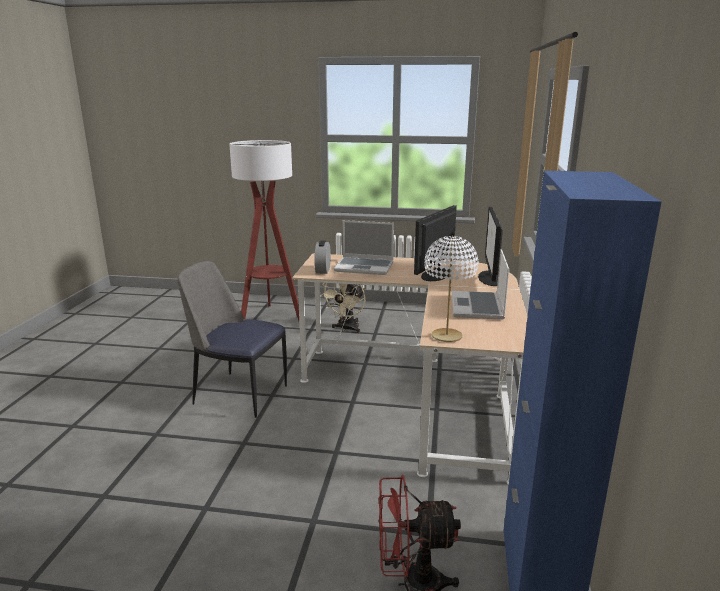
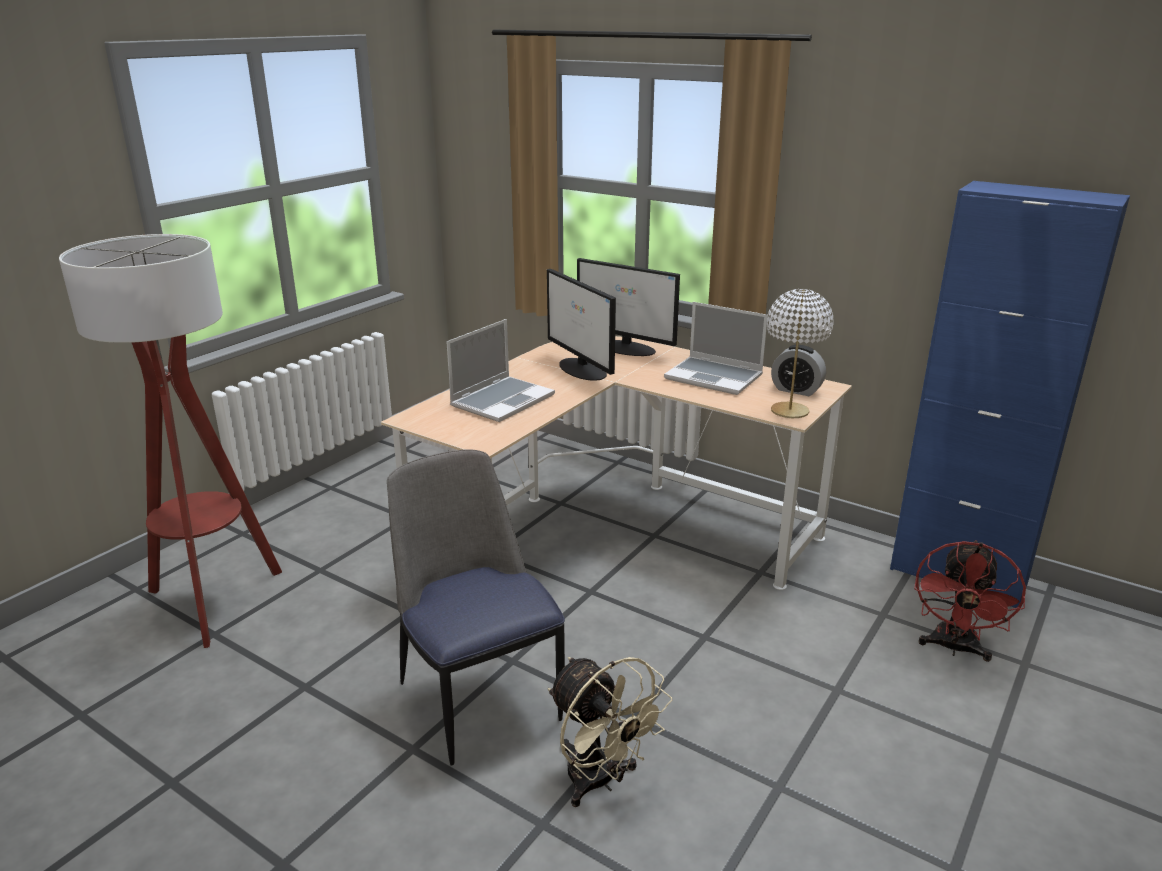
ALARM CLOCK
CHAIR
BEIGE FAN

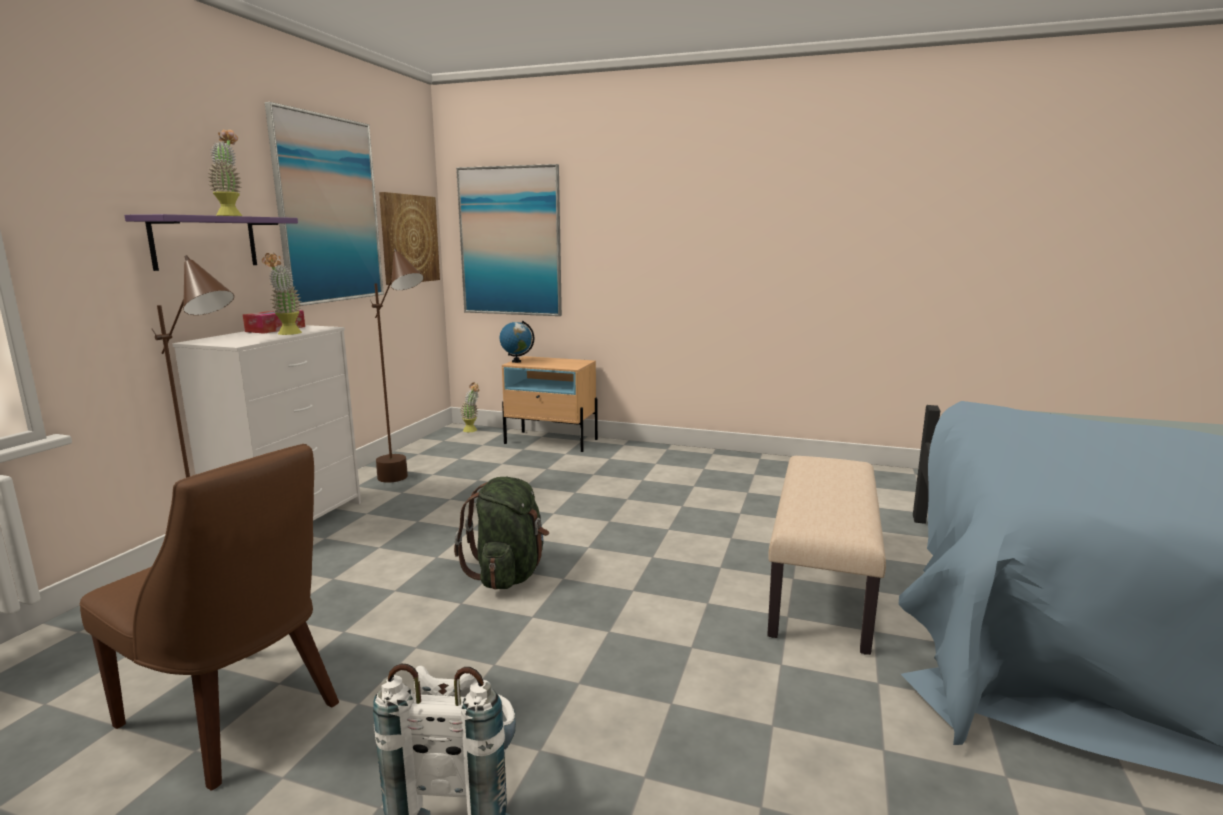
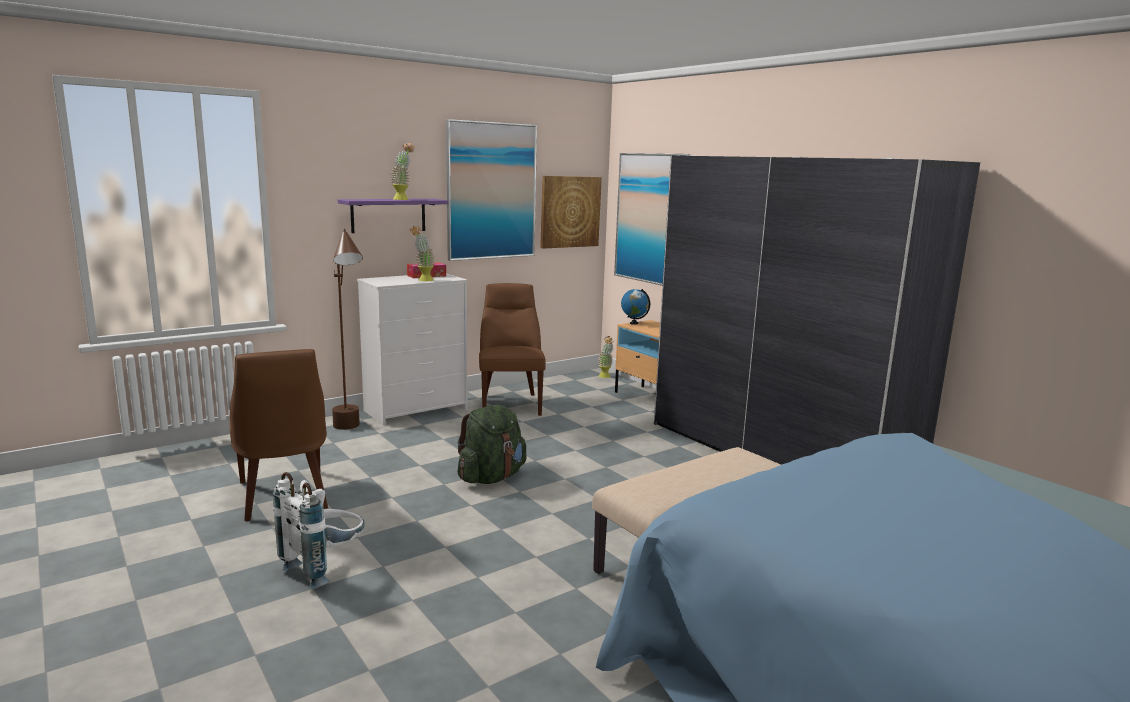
BROWN CHAIR (2nd from left)
GREY WARDROBE

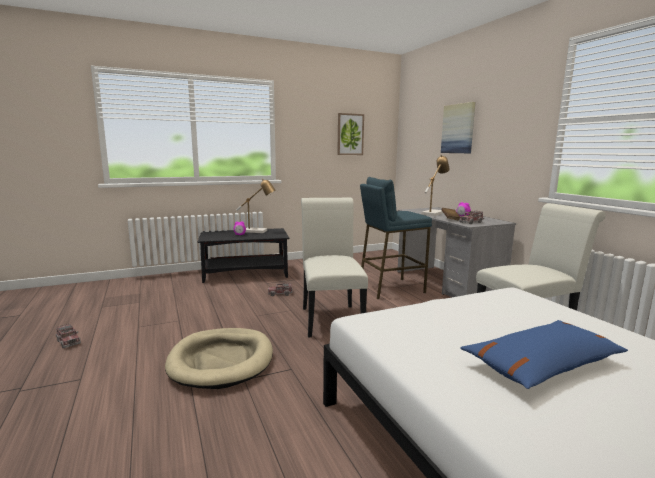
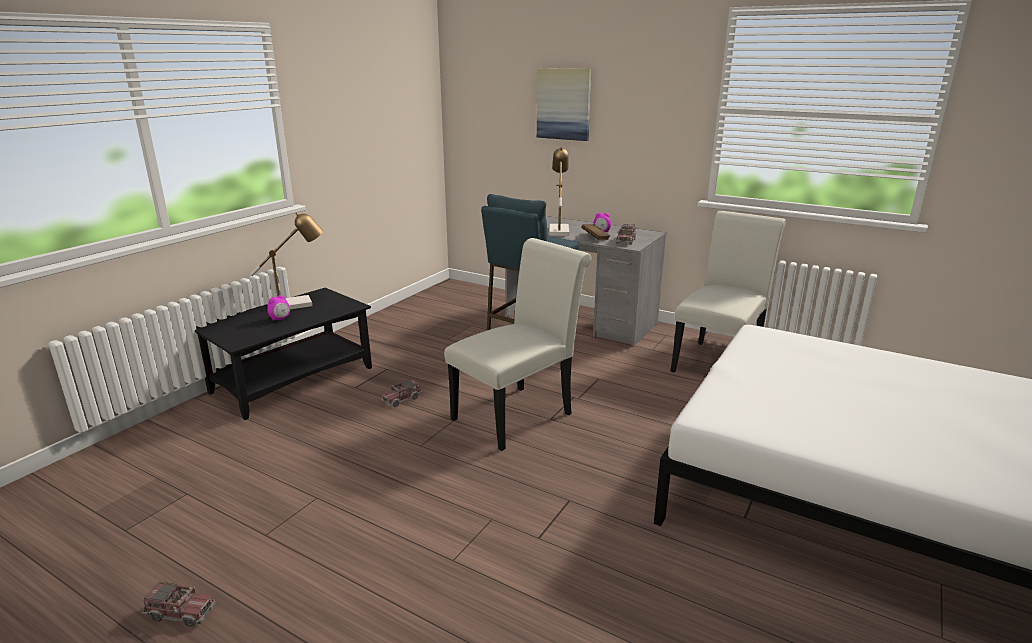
PICTURE (1st from left in the first image)
WHITE CHAIR (1st from left)
BLUE PILLOW
BEIGE DOG BED

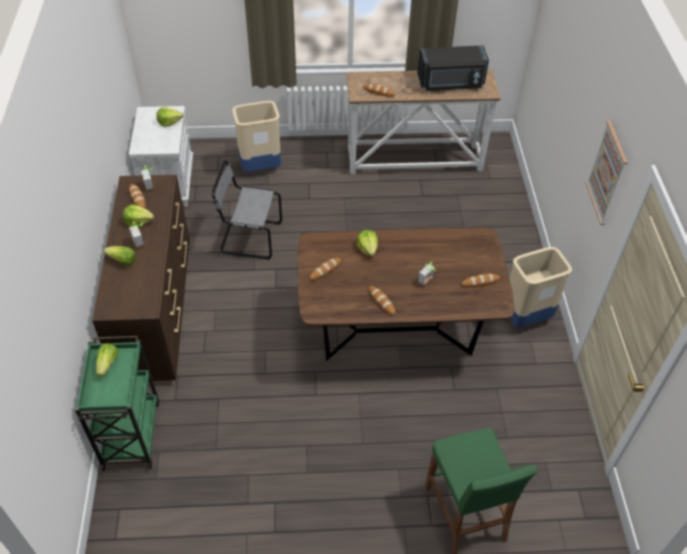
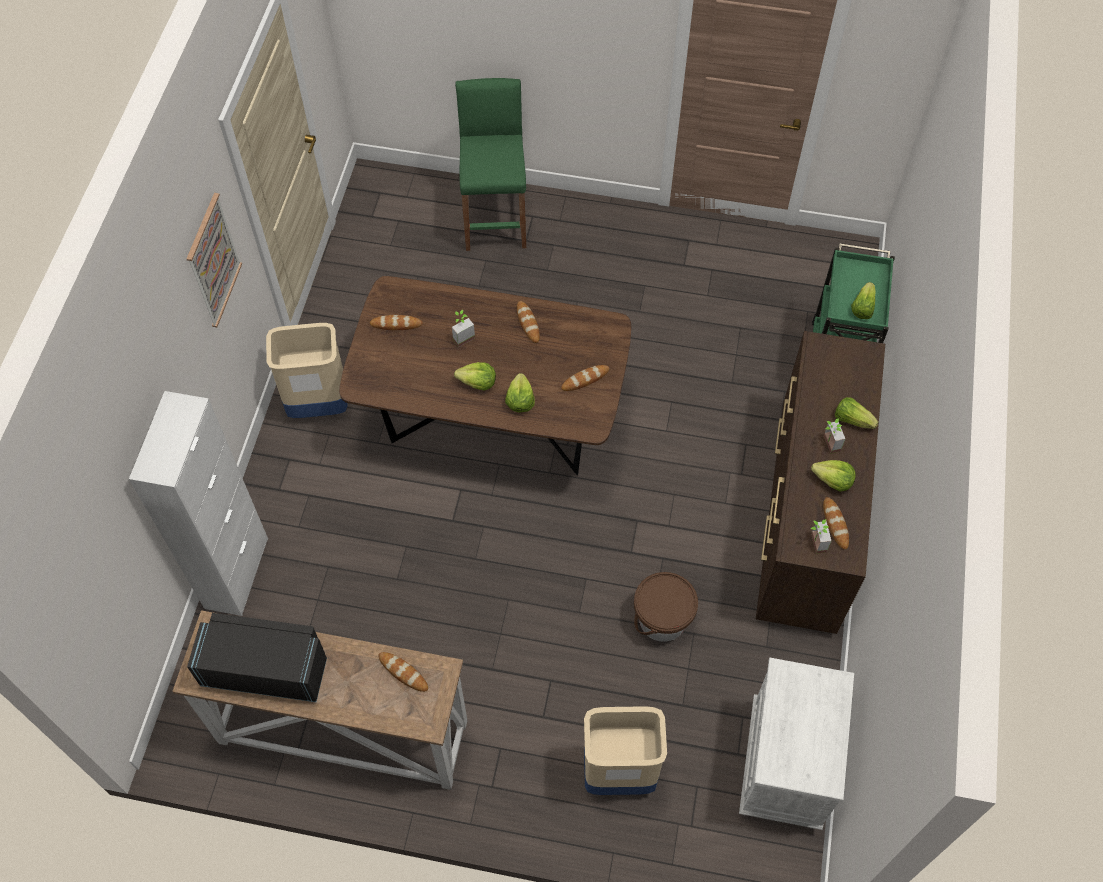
LETTUCE (1st from left)
BROWN BUCKET
WHITE CABINET

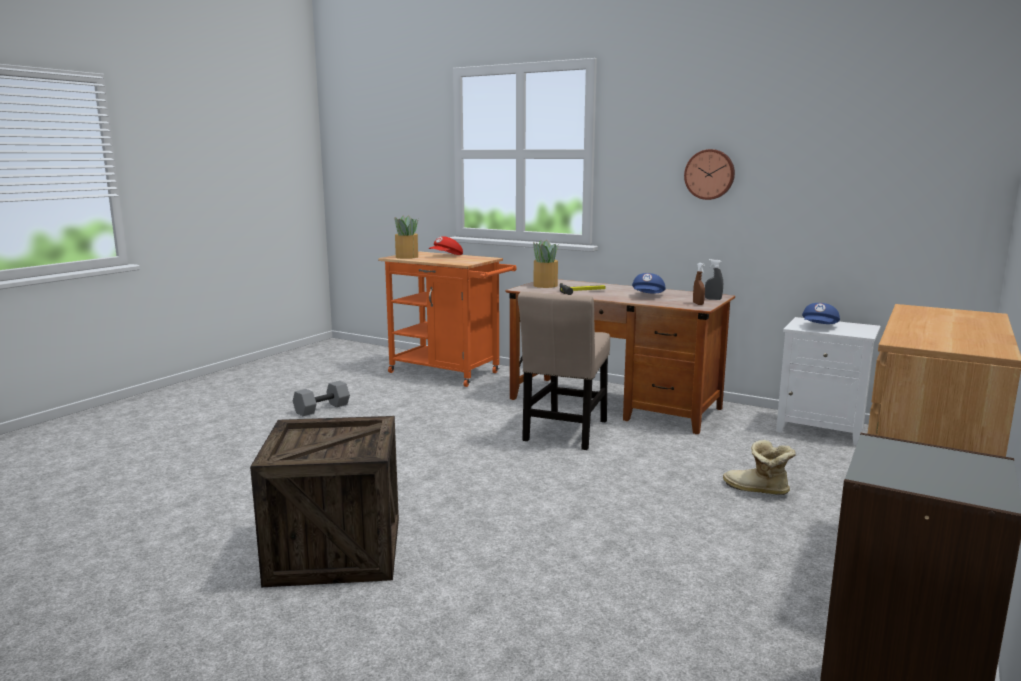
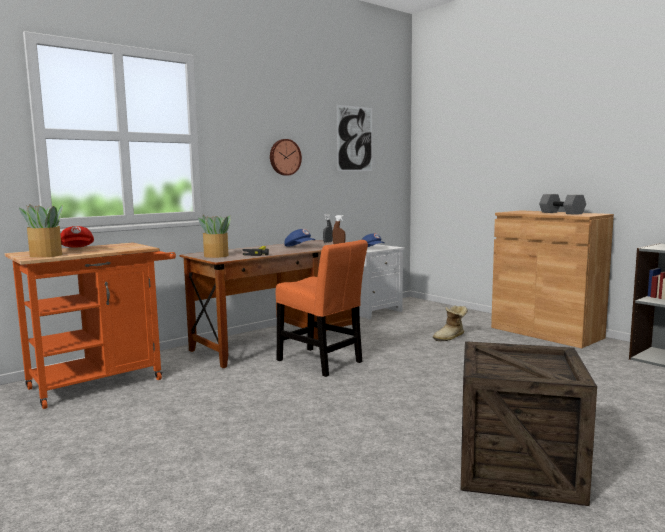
ORANGE CHAIR
GREY DUMBBELL
PICTURE

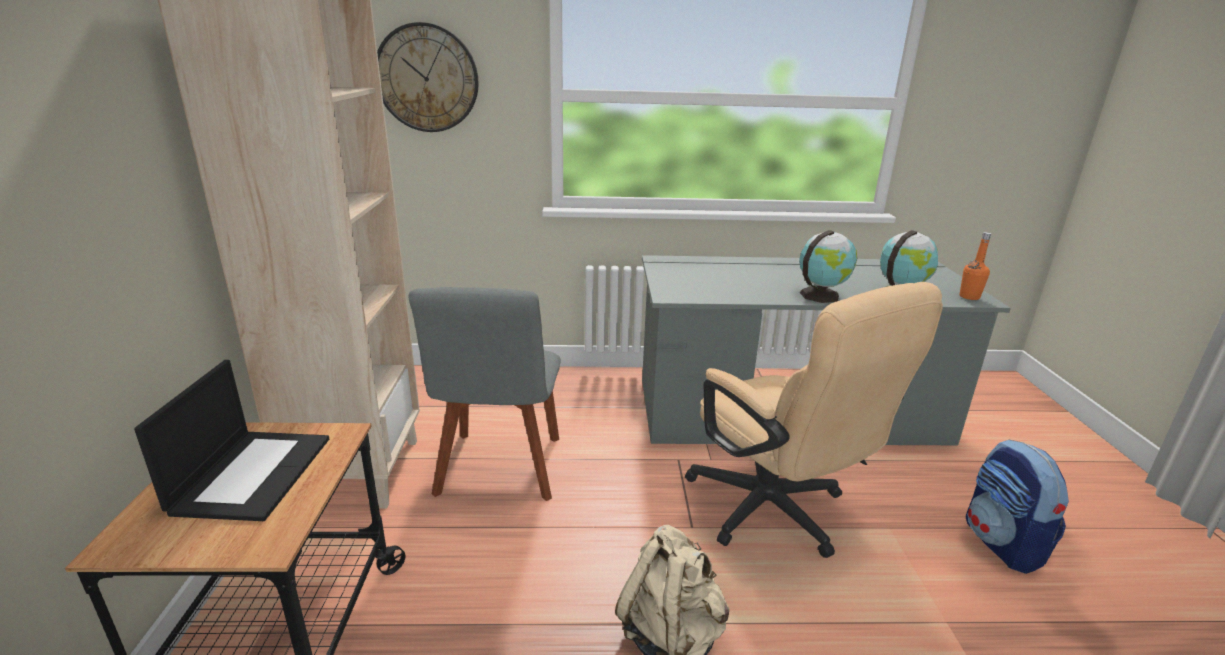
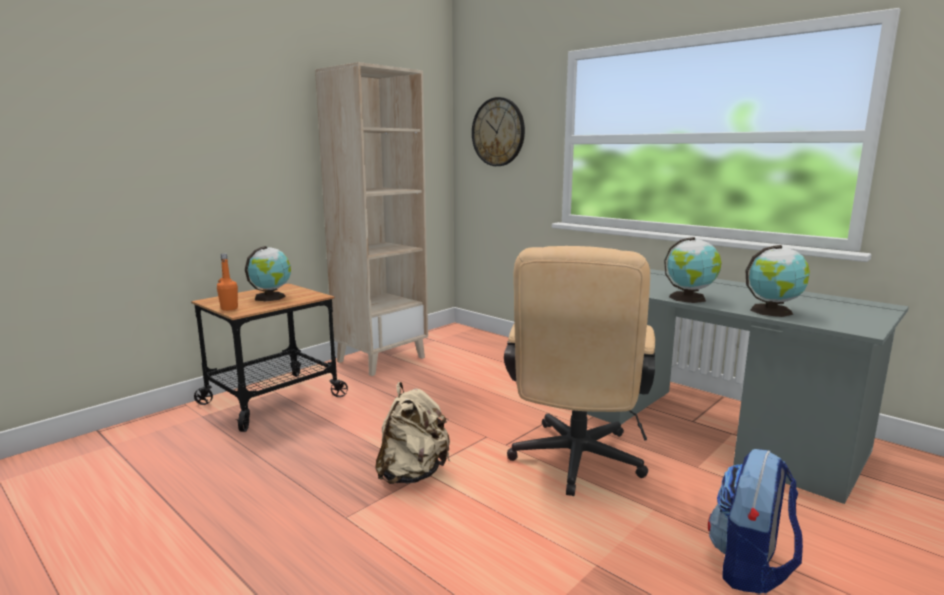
ORANGE BOTTLE
GREY CHAIR
GLOBE (1st from left)

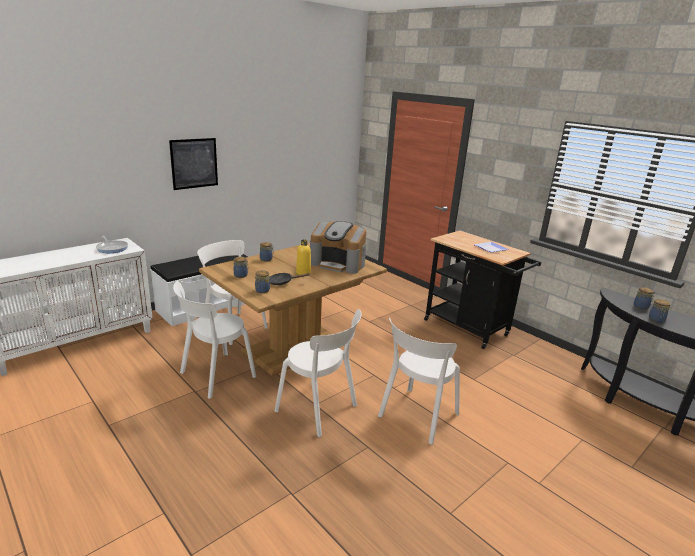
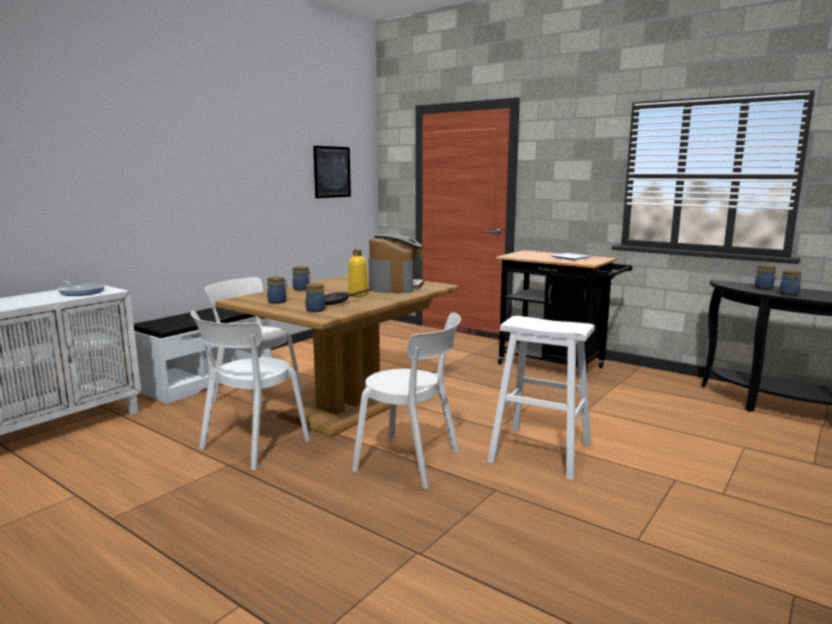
PICTURE
COFFEE MACHINE
WHITE STOOL

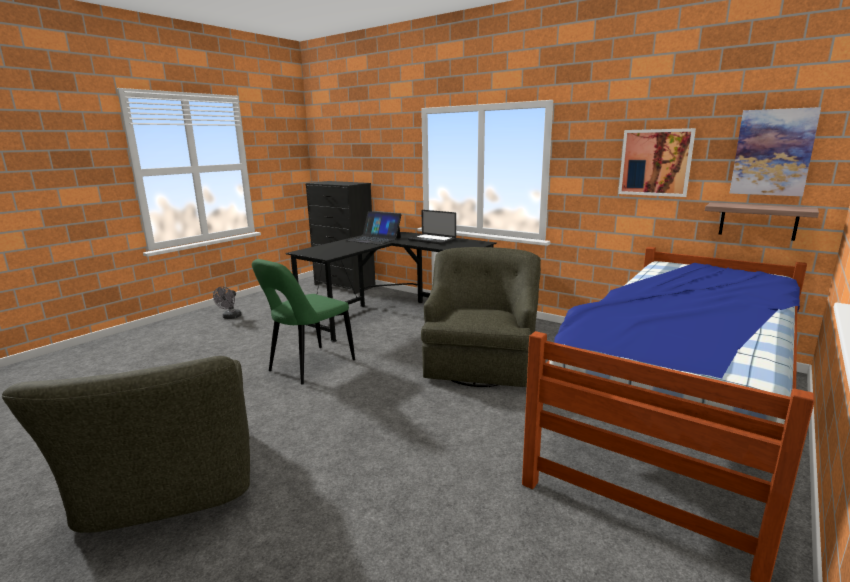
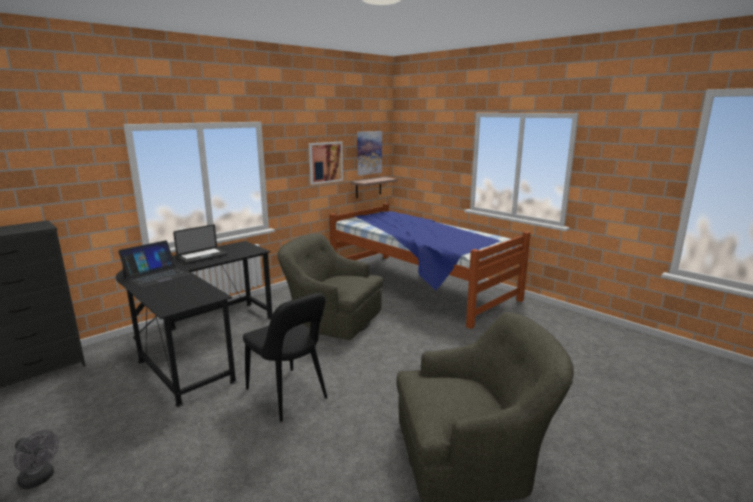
BLACK CHAIR

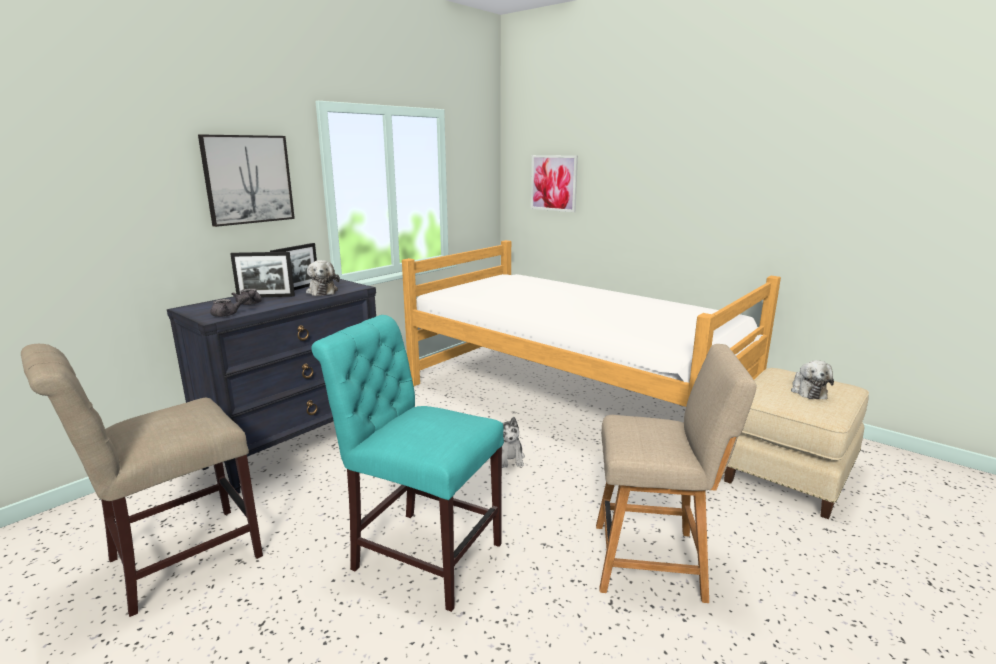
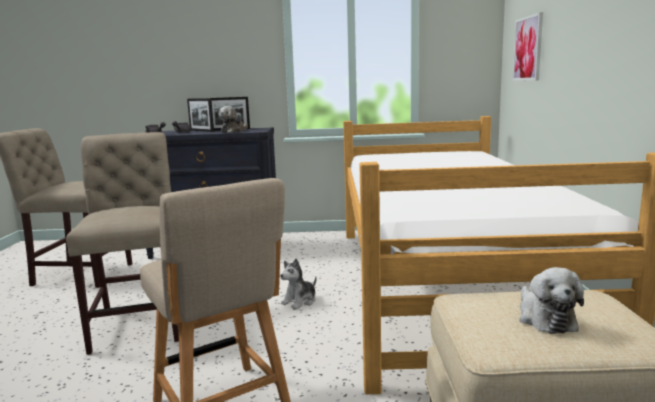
PICTURE (1st from left in the first image)
BEIGE CHAIR (2nd from left)
PLUSH TOY (3rd from left)

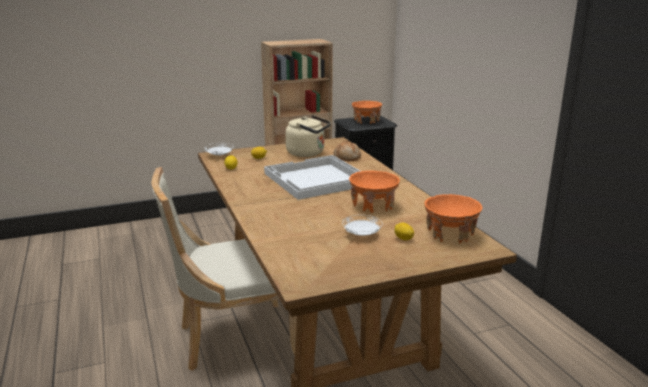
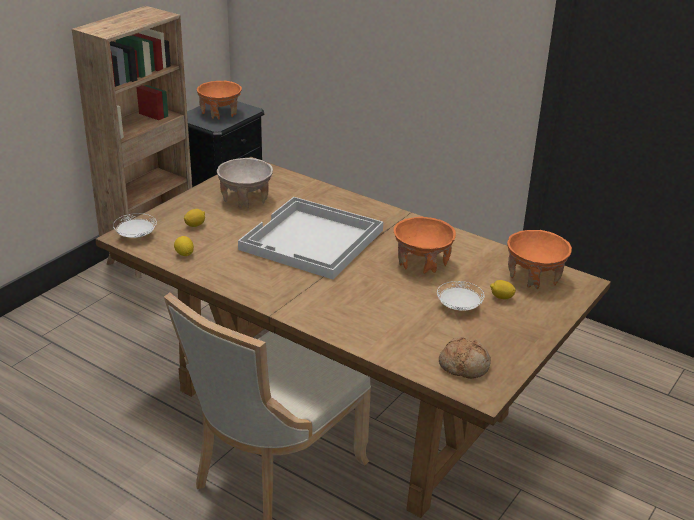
BEIGE BOWL
BREAD

